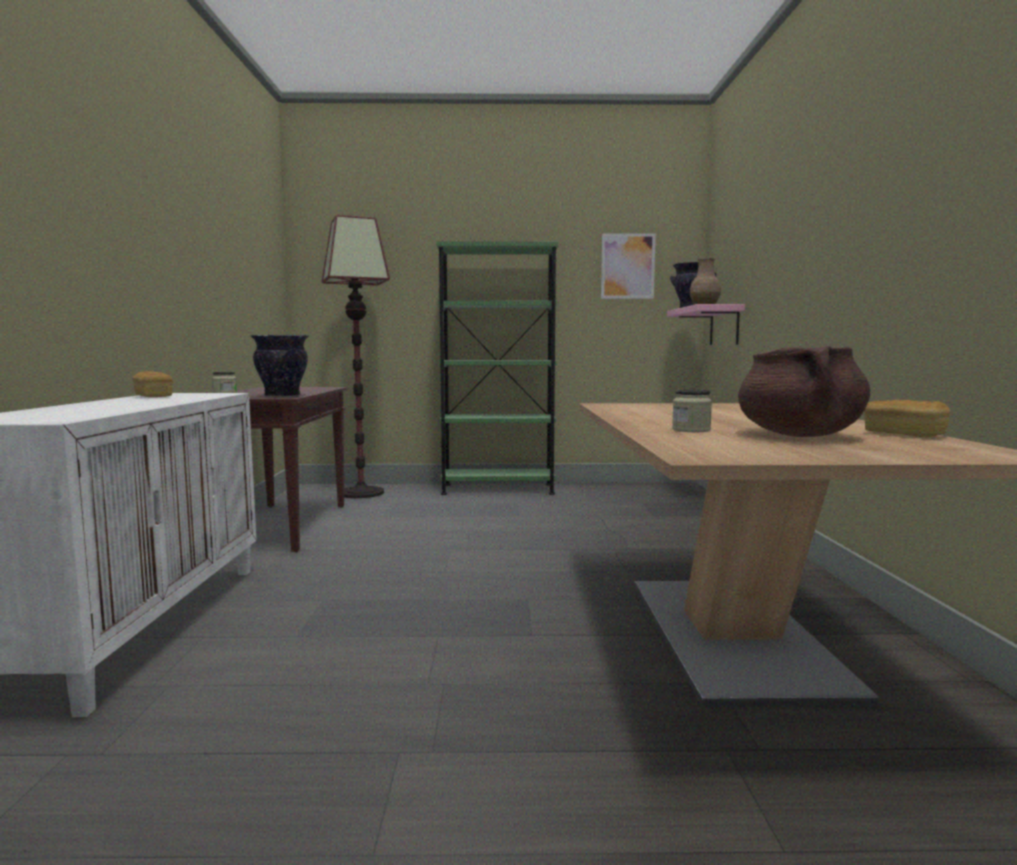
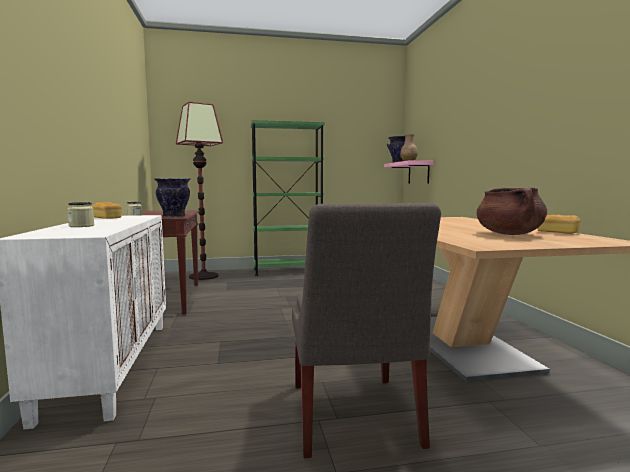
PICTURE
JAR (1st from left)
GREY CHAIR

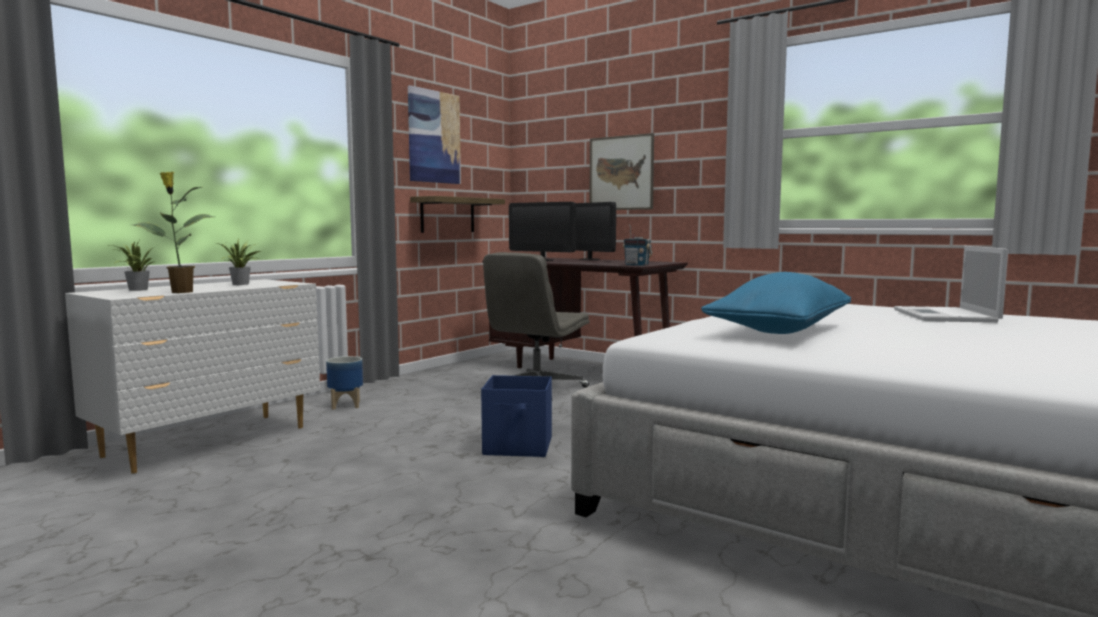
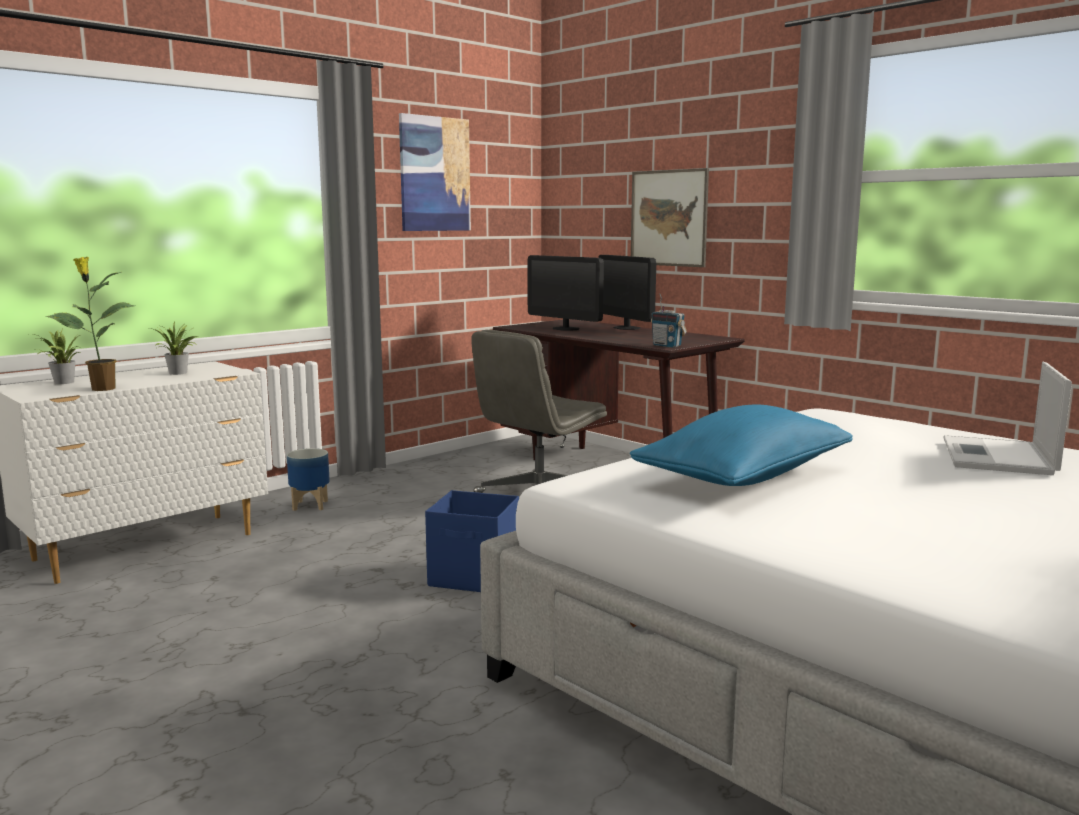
SHELF

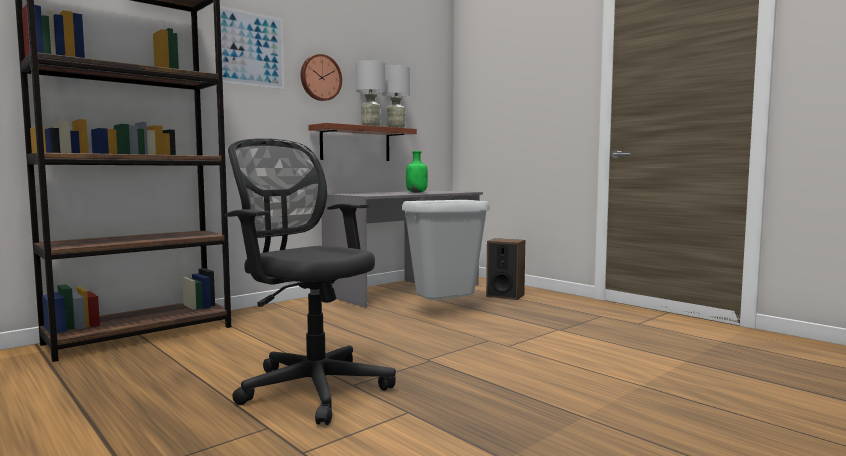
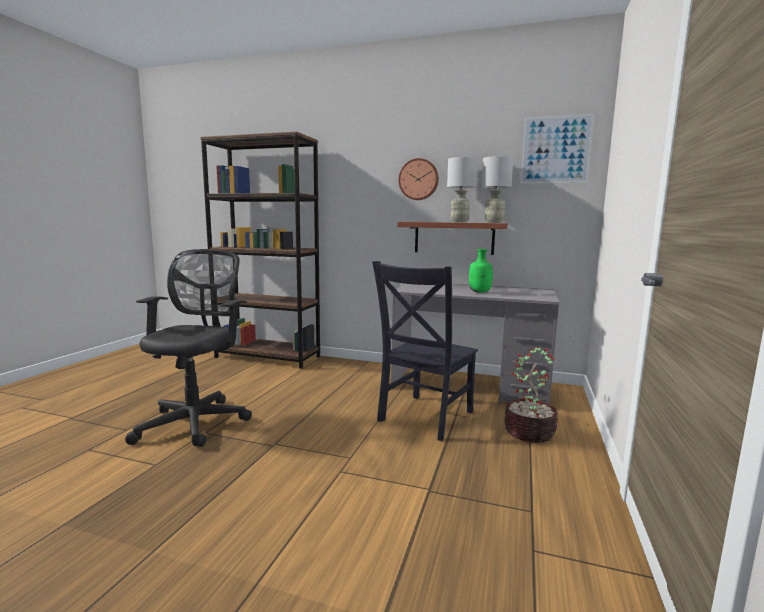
PICTURE
BLACK CHAIR
POTTED PLANT

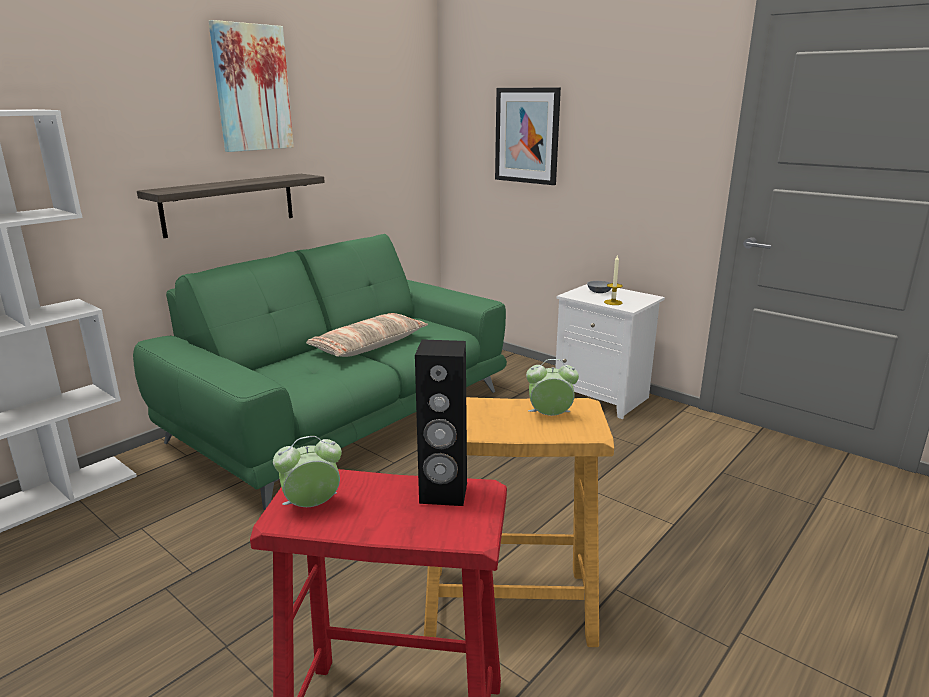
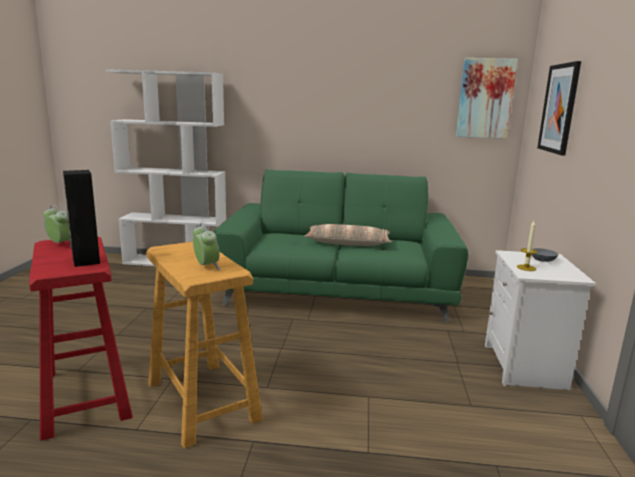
PICTURE (1st from left)
SHELF

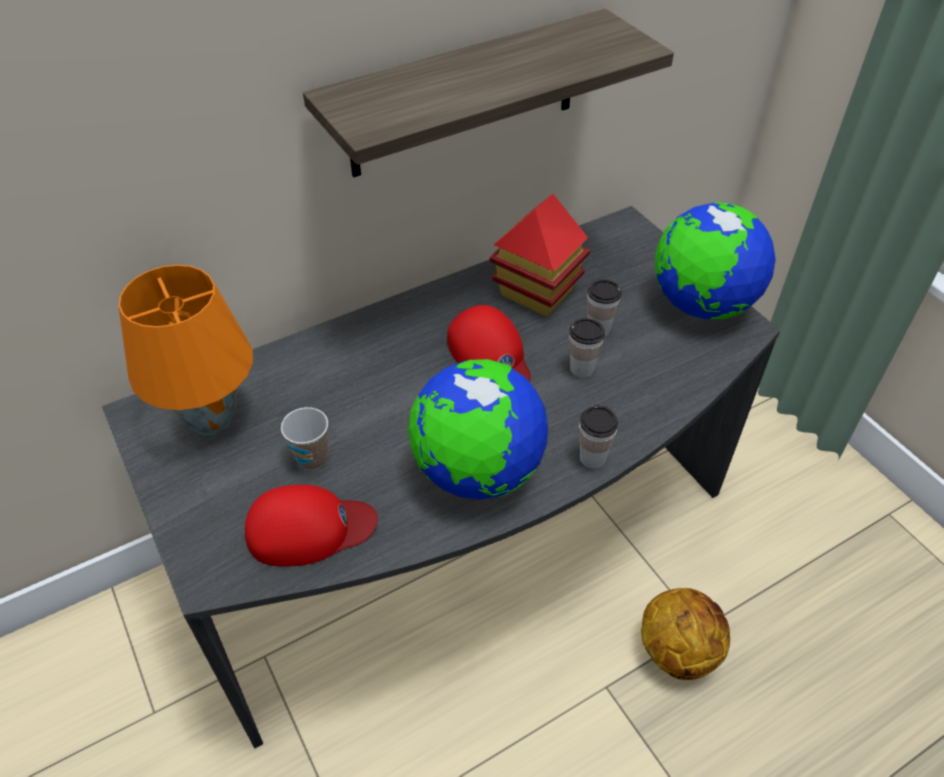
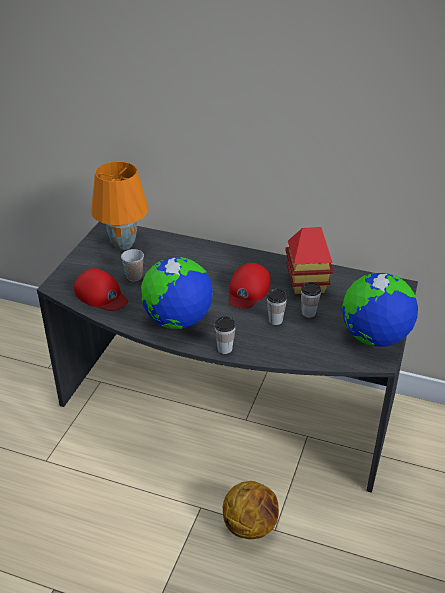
SHELF

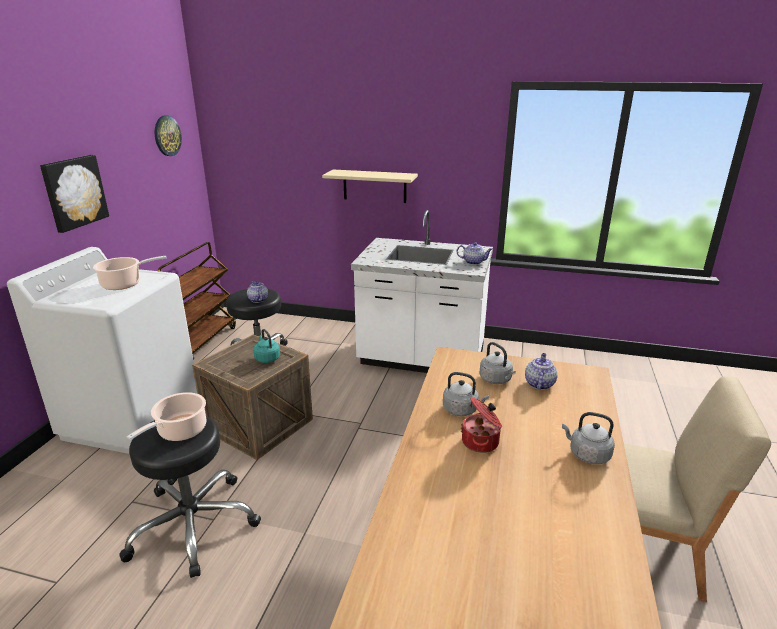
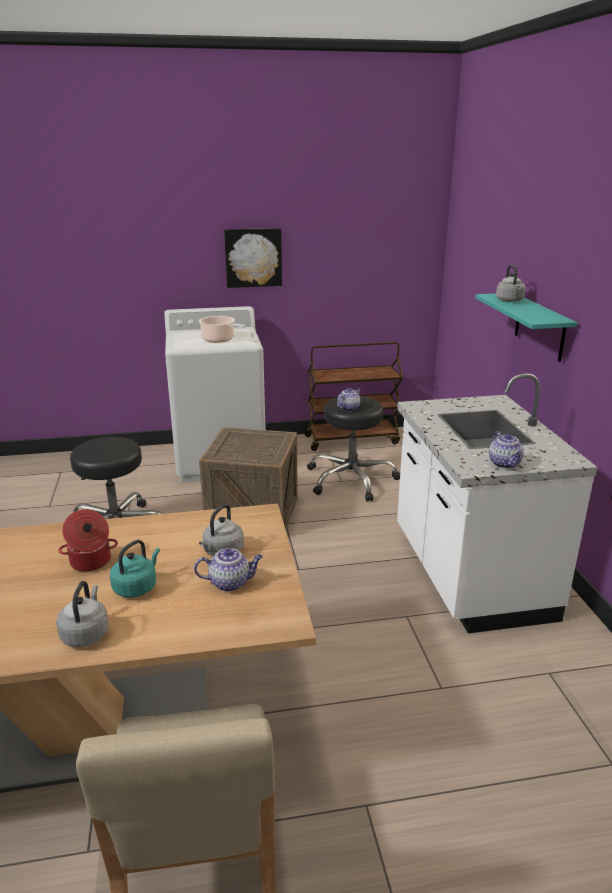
WALL CLOCK
TURQUOISE SHELF
TURQUOISE KETTLE
GREY KETTLE (3rd from left)
COOKING POT (2nd from left in the first image)

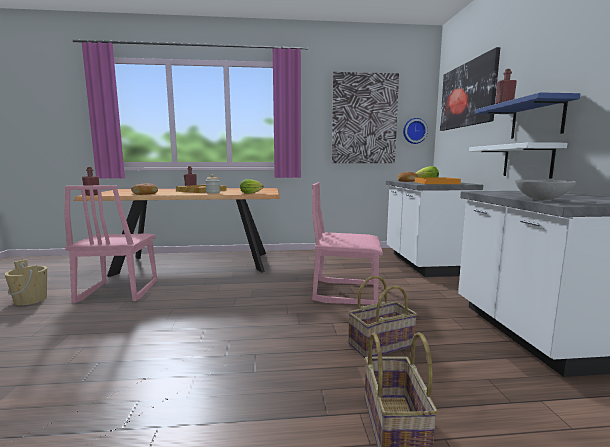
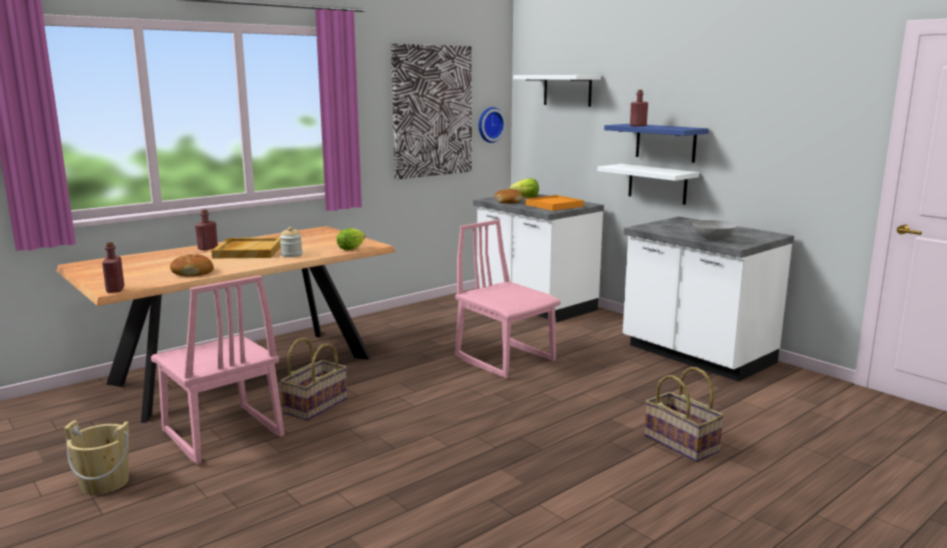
WHITE SHELF (1st from left)
PINK CHAIR (2nd from left)
BASKET (1st from left)

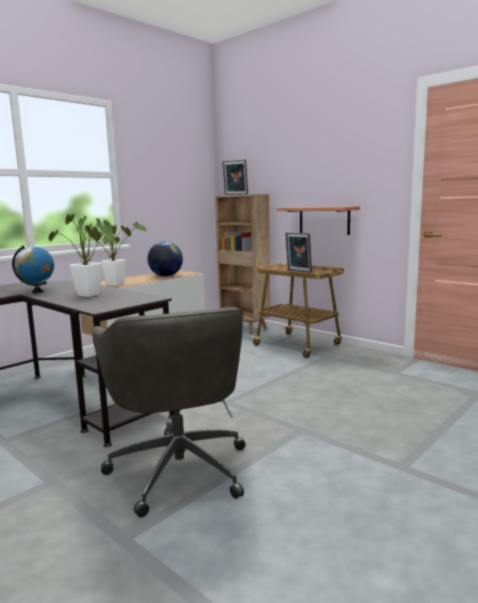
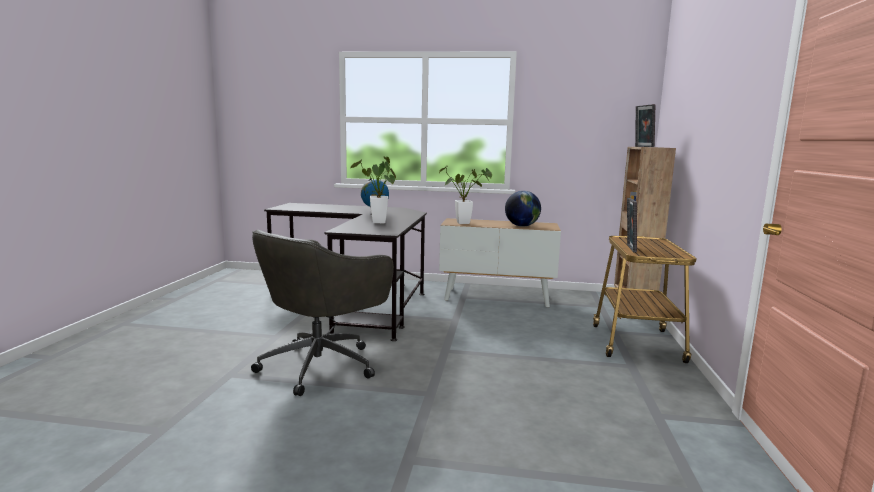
SHELF

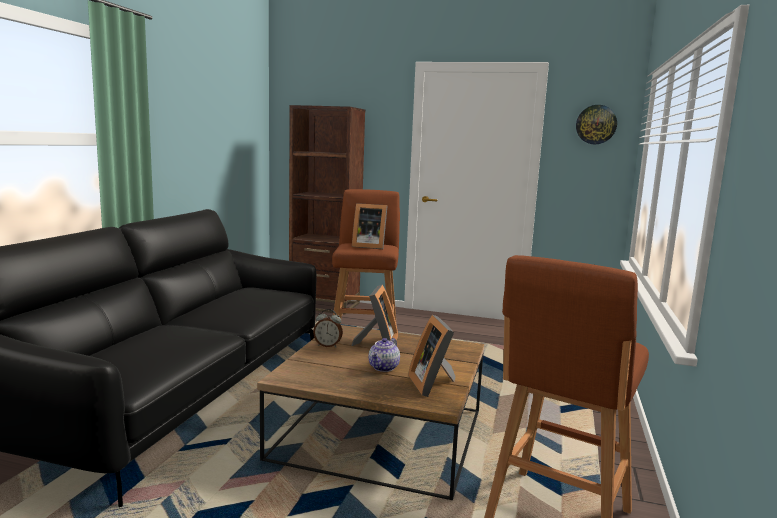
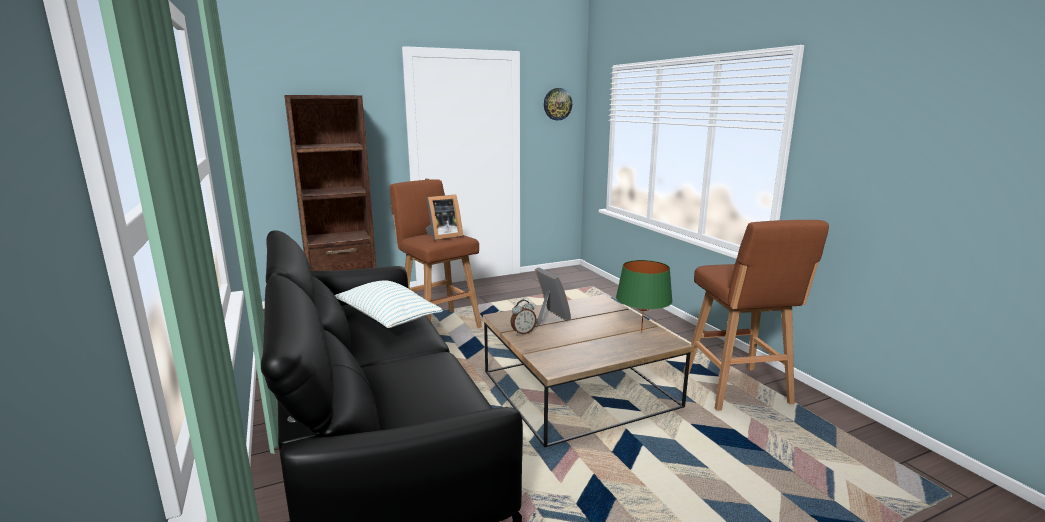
GREEN TABLE LAMP
TEAPOT
PILLOW

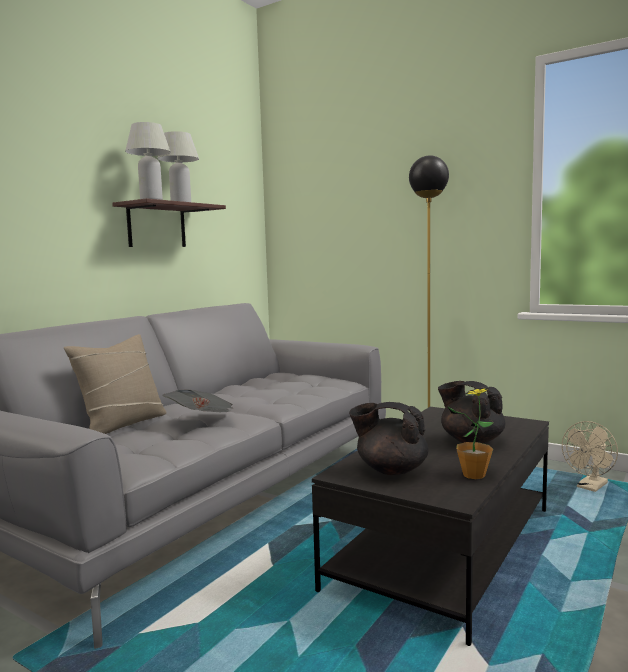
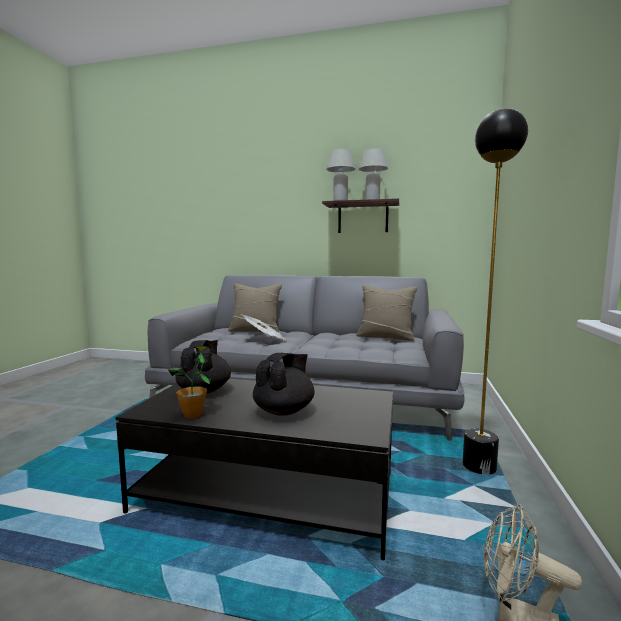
BEIGE PILLOW (2nd from left)

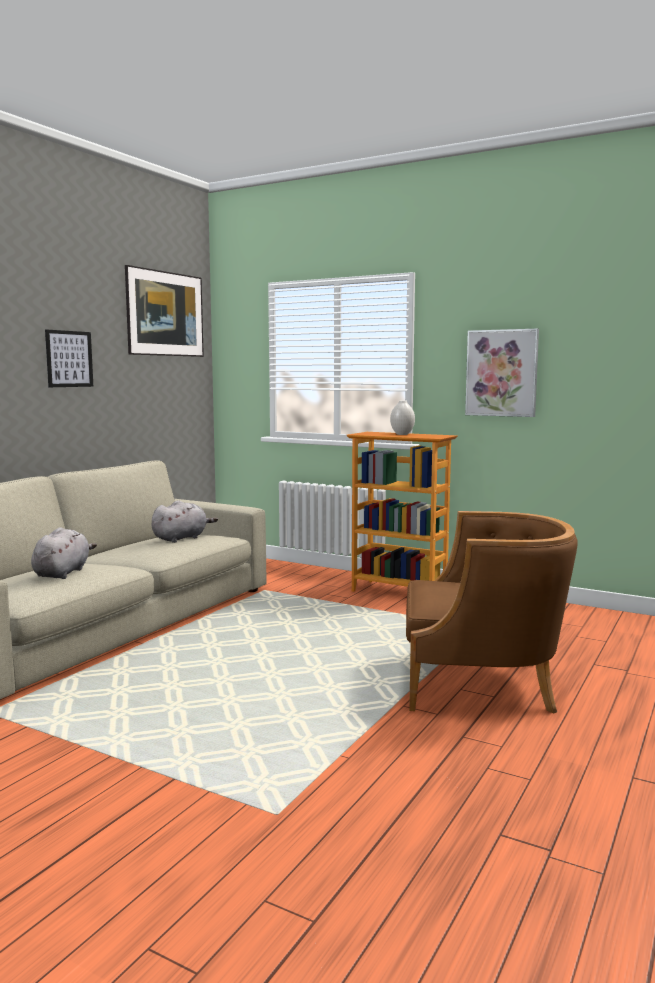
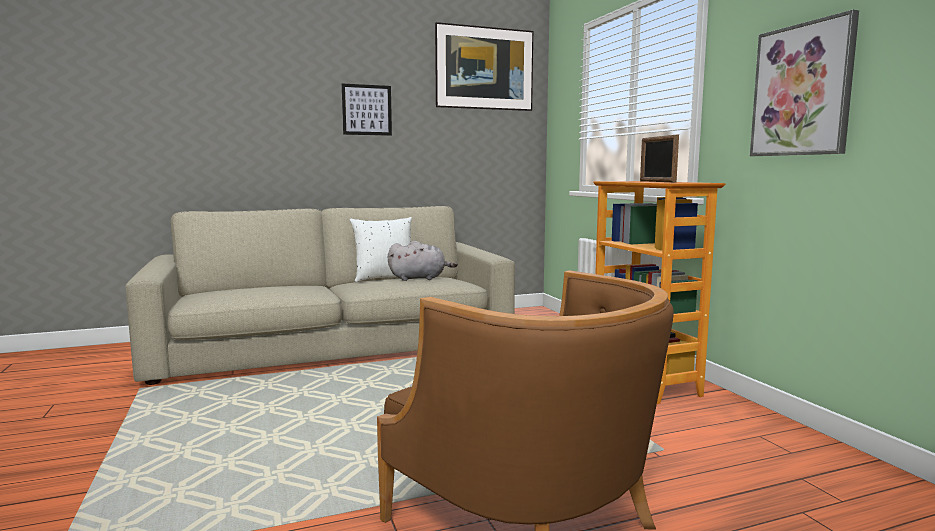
PICTURE FRAME
GREY PLUSH TOY (1st from left in the first image)
WHITE PILLOW

